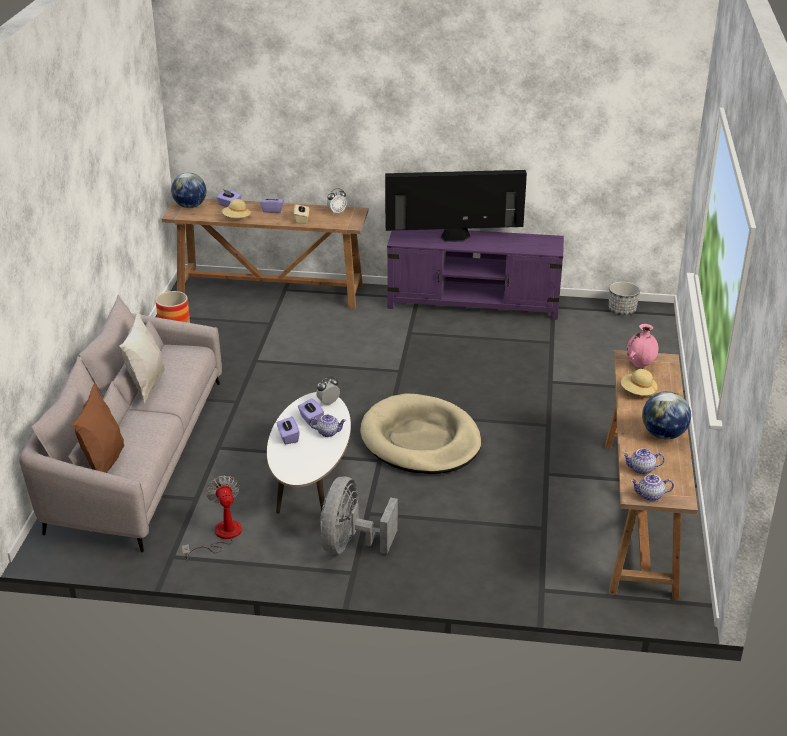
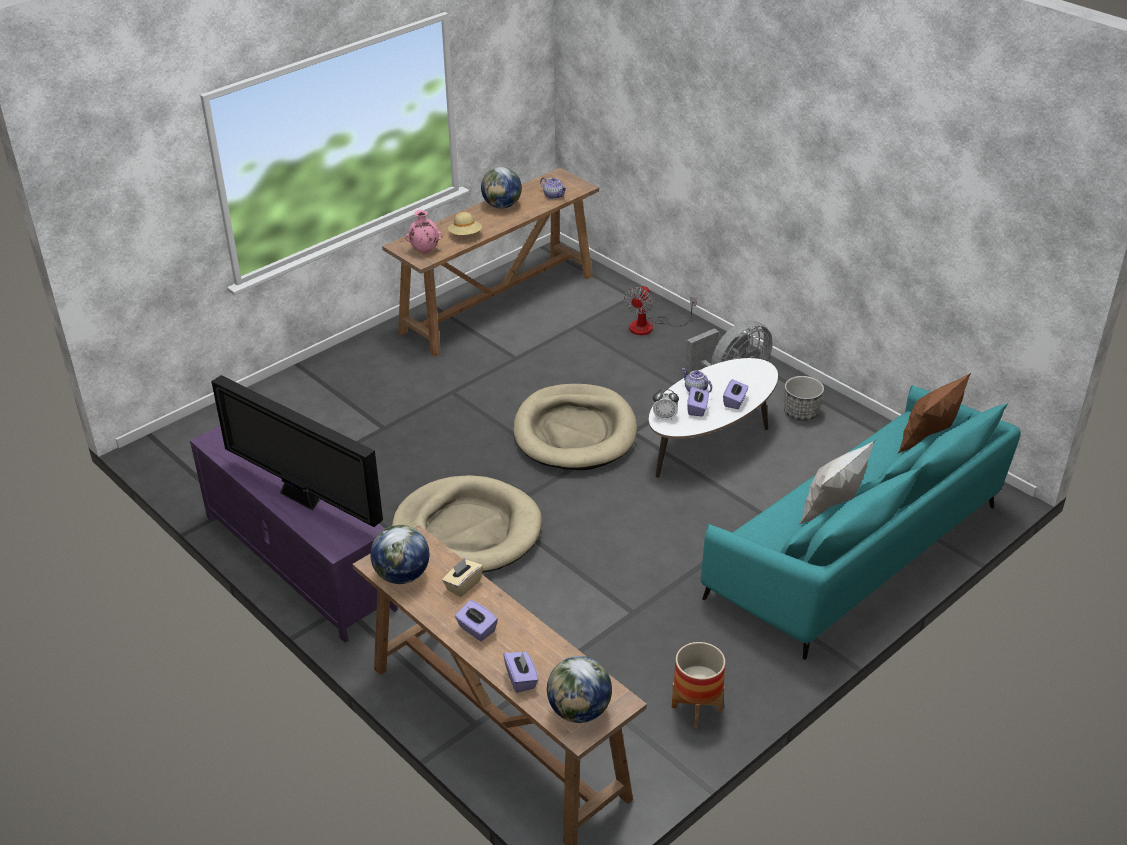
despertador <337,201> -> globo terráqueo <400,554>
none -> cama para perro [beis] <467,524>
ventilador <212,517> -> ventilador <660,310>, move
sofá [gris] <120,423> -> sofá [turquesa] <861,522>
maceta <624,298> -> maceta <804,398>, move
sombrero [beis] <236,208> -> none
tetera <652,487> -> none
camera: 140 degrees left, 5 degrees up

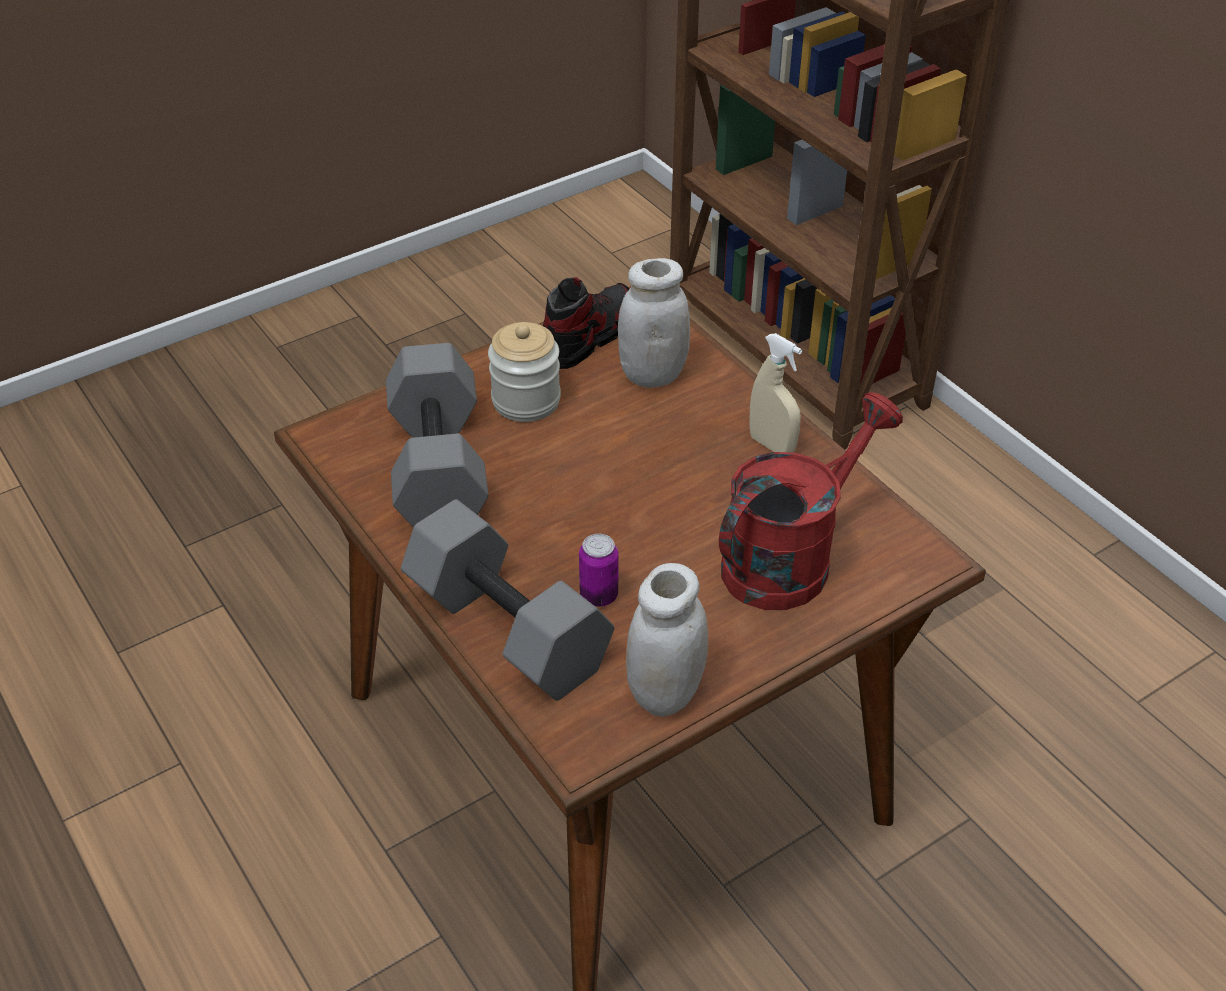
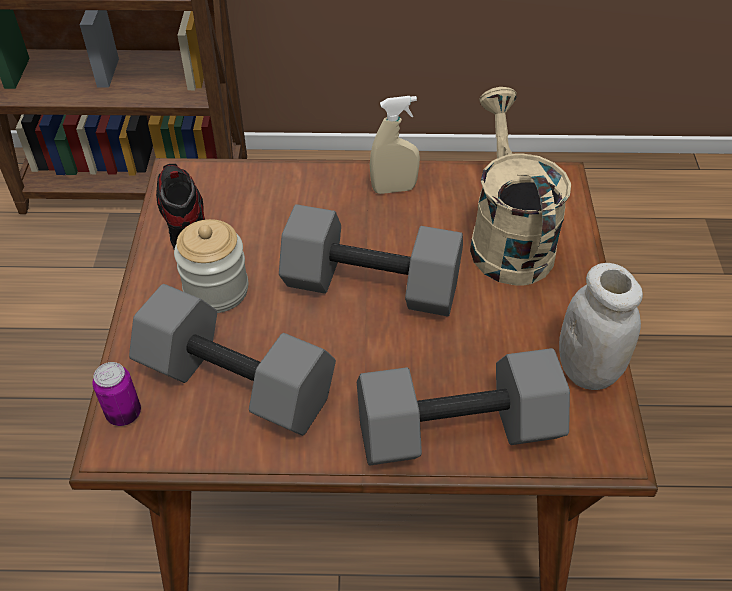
lata <598,570> -> lata <117,394>, move
none -> mancuerna [gris] <371,260>
regadera [rojo] <811,501> -> regadera [beis] <520,186>
tarro [blanco] <654,323> -> none
camera: 55 degrees left, 5 degrees up

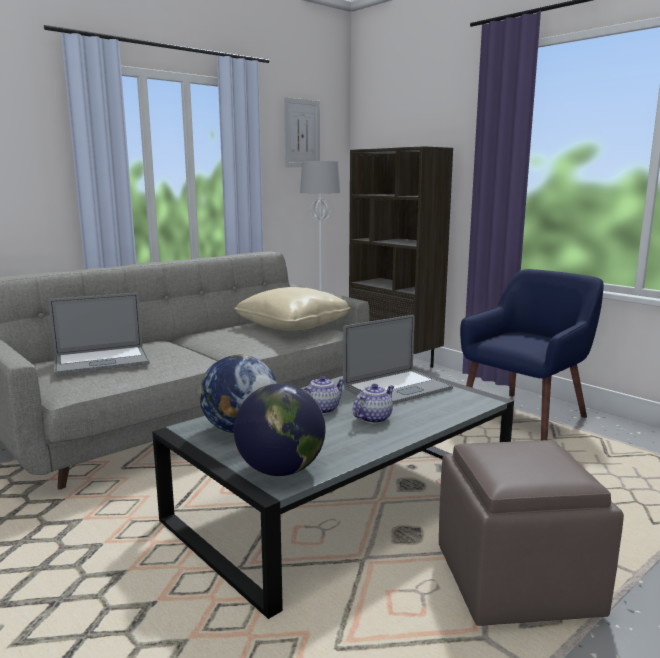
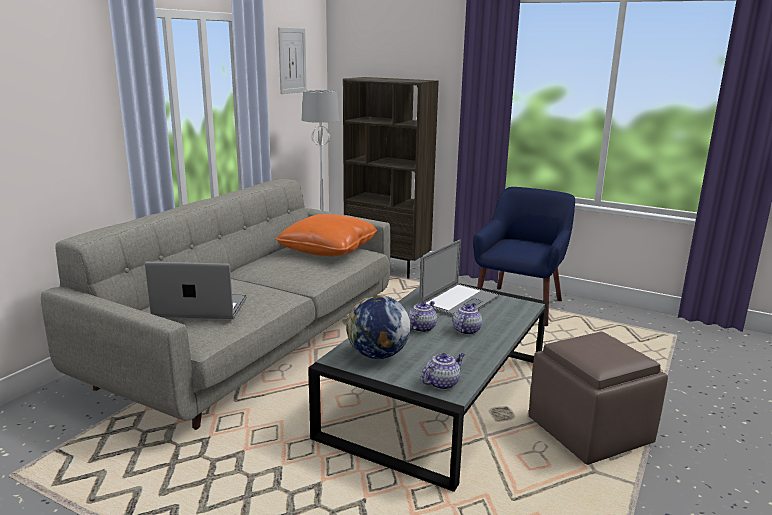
portátil <99,334> -> portátil <196,290>, 135 degrees counterclockwise
cojín [beis] <292,309> -> cojín [naranja] <326,235>
globo terráqueo <279,429> -> tetera <443,371>
camera: 20 degrees left, 5 degrees up

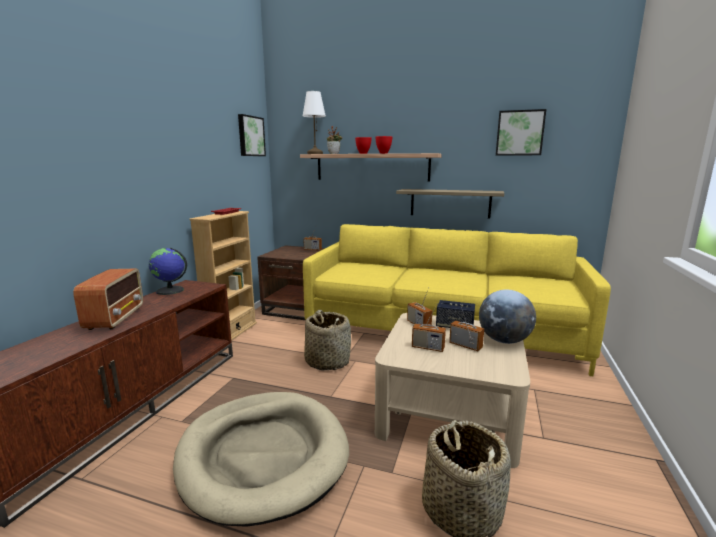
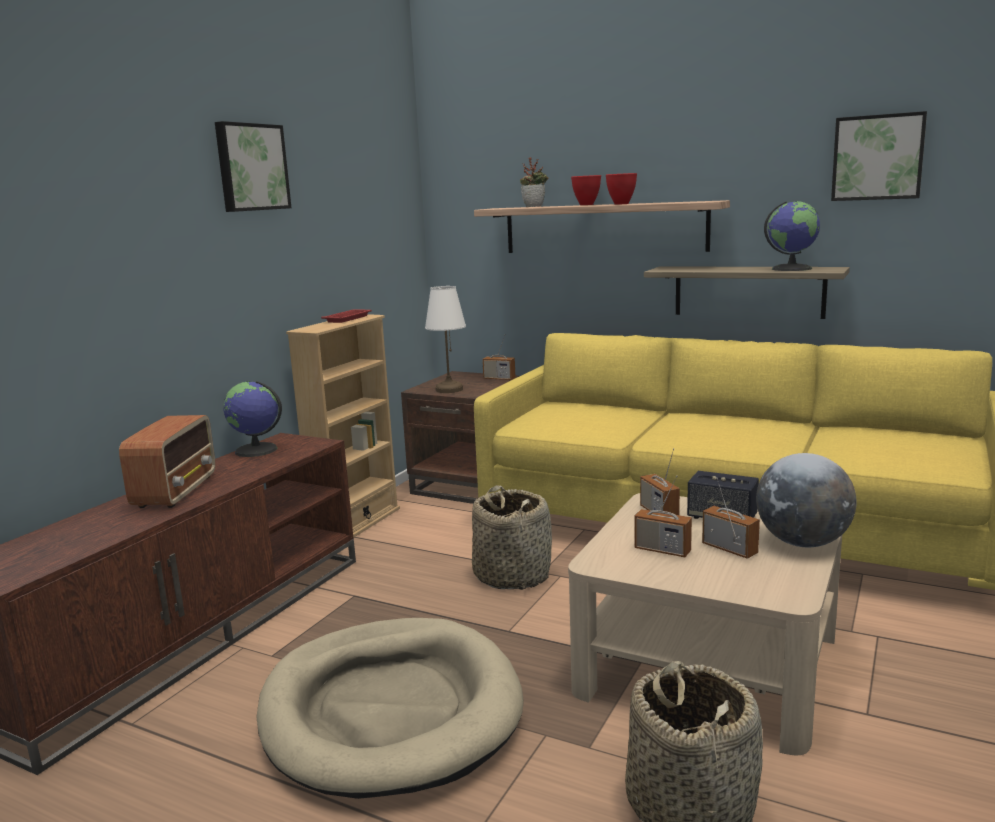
cuadro <252,135> -> cuadro <253,166>, move
lámpara de mesa [blanco] <314,122> -> lámpara de mesa [blanco] <445,339>, move
none -> globo terráqueo <792,236>
camera: 10 degrees right, 0 degrees up

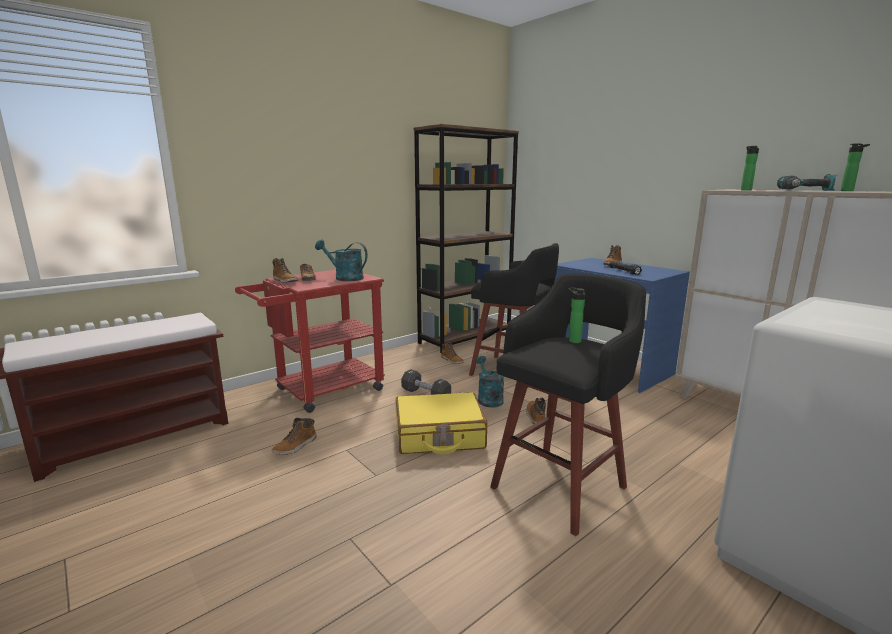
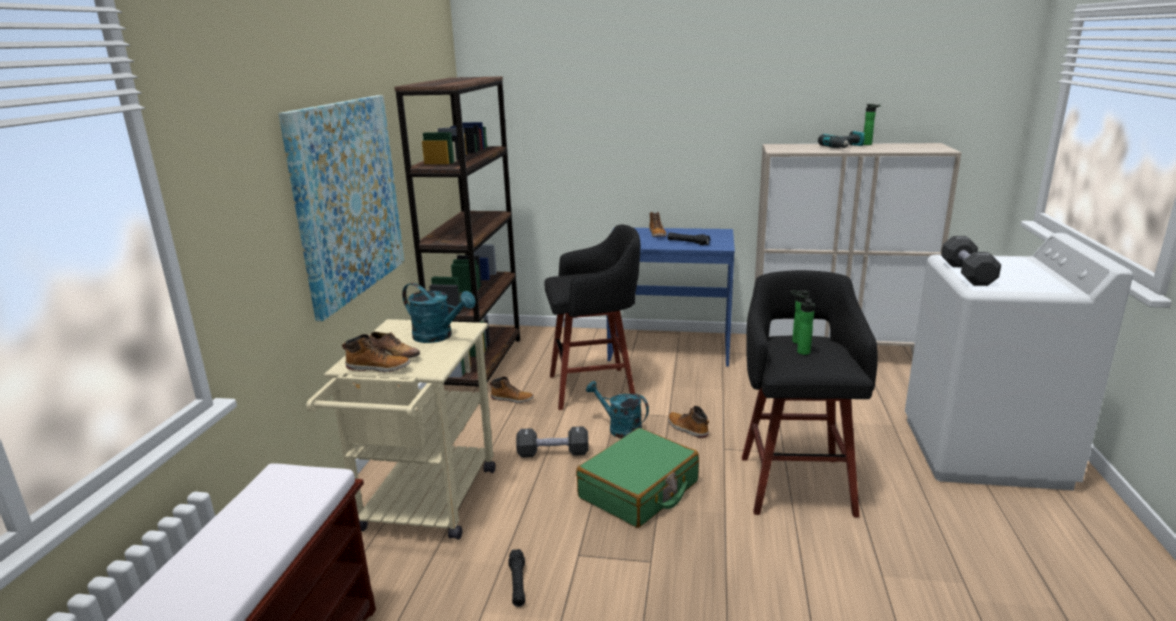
none -> cuadro <341,208>
carrito [rojo] <310,341> -> carrito [beis] <401,429>
regadera [turquesa] <341,260> -> regadera [turquesa] <439,313>, 135 degrees counterclockwise
bota <294,436> -> linterna [negro] <516,578>
maleta [amarillo] <441,423> -> maleta [verde] <637,478>
botella <750,168> -> botella <806,326>, move
none -> mancuerna [negro] <971,261>
camera: 40 degrees left, 5 degrees up

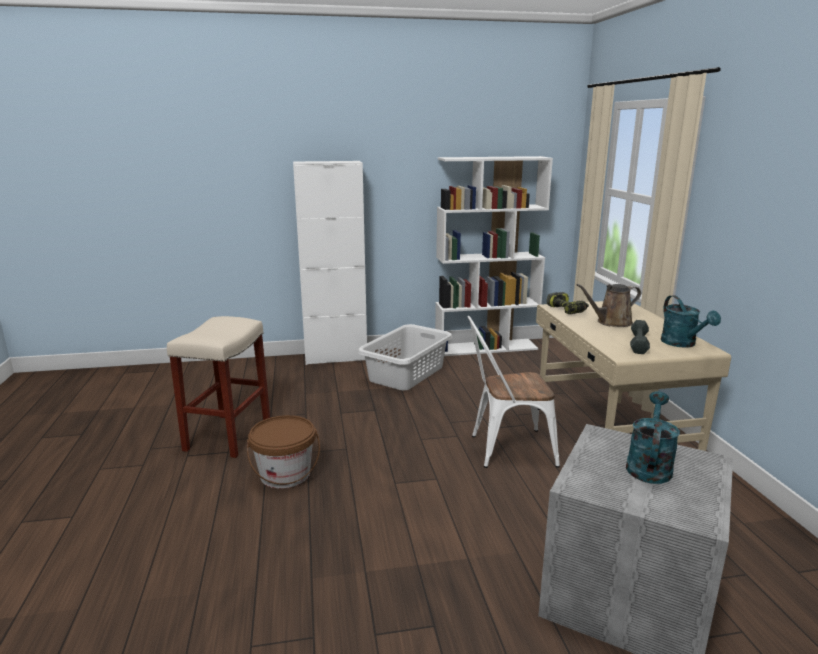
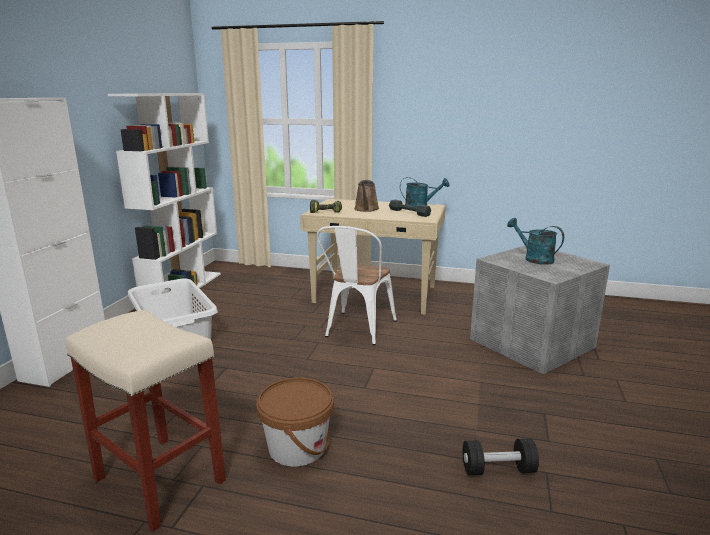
none -> mancuerna [negro] <501,456>
camera: 65 degrees left, 0 degrees up

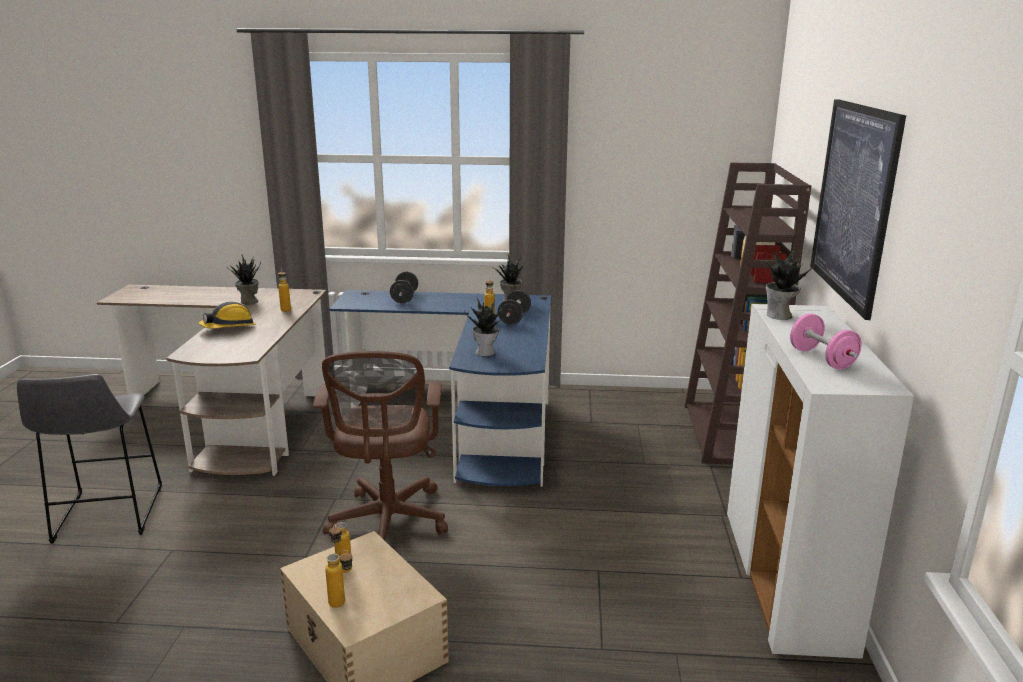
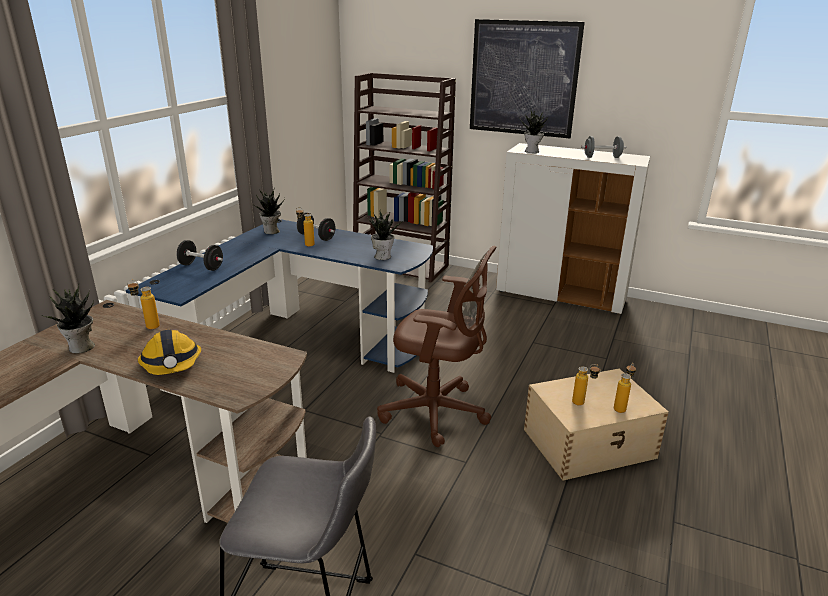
mancuerna [rosa] <826,341> -> mancuerna [gris] <603,147>
camera: 70 degrees left, 5 degrees up

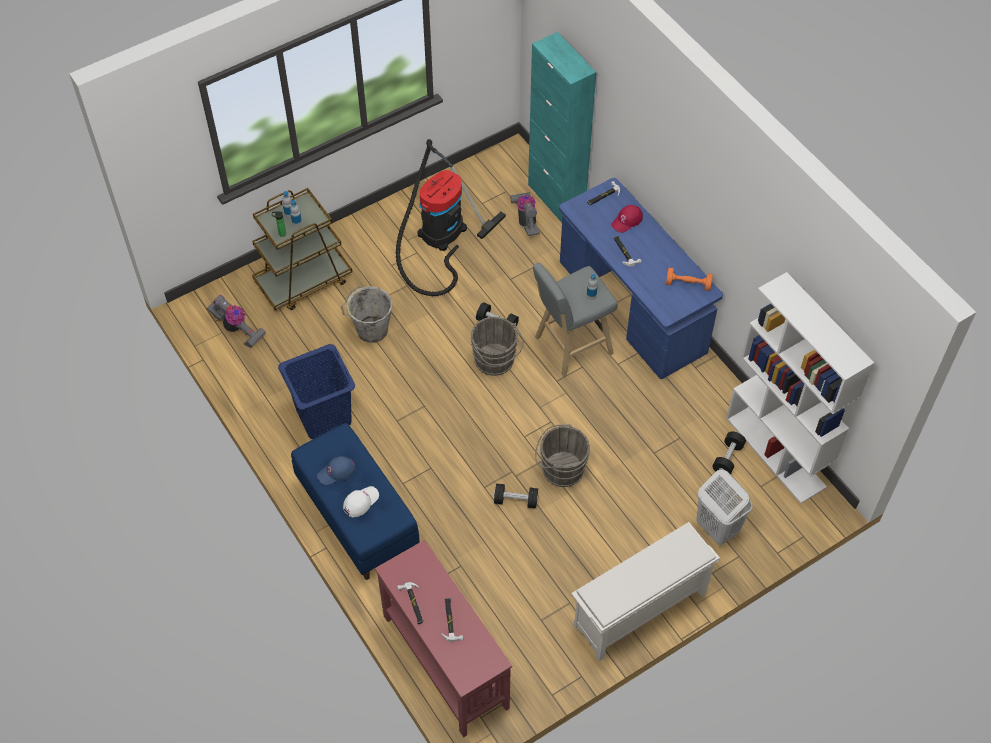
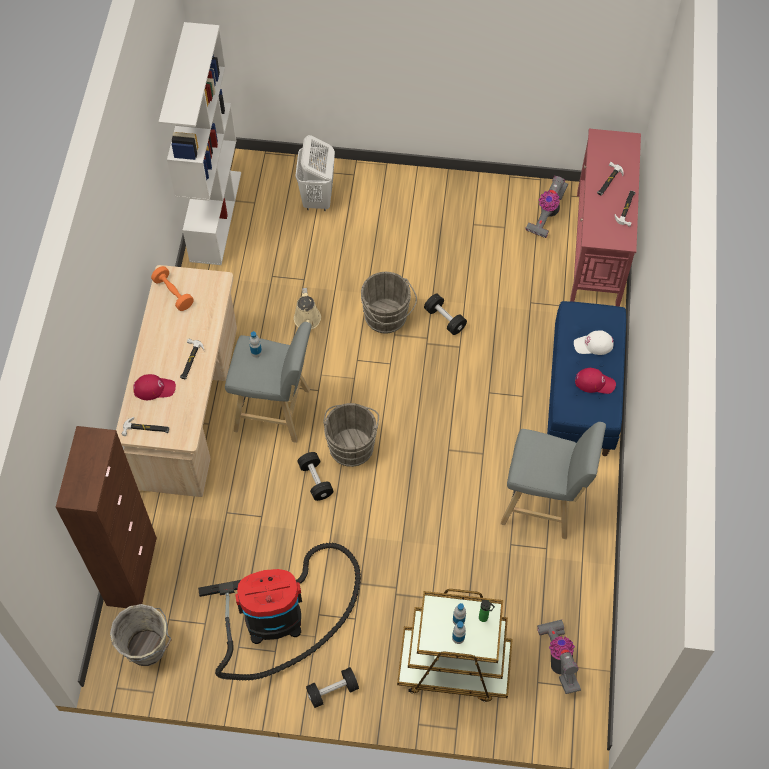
armario [turquesa] <562,127> -> armario [marrón] <106,517>
cubo [gris] <367,314> -> cubo [gris] <140,635>, move
escritorio [azul] <641,278> -> escritorio [beis] <176,381>
none -> regadera [beis] <307,308>
mancuerna [negro] <729,453> -> mancuerna [negro] <332,687>, move
cesto de la ropa [azul] <316,391> -> taburete [gris] <553,480>
aspiradora <525,214> -> aspiradora <546,207>, move
gorra [azul] <336,470> -> gorra [rojo] <595,381>
zapatero [blanco] <645,591> -> none
camera: 140 degrees left, 5 degrees up

